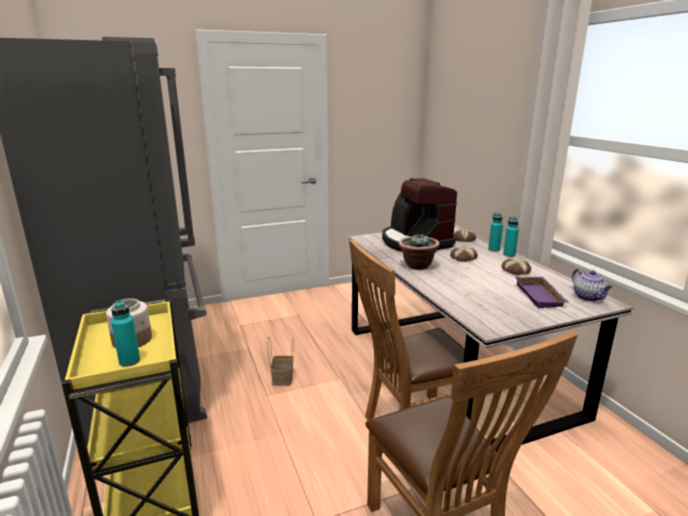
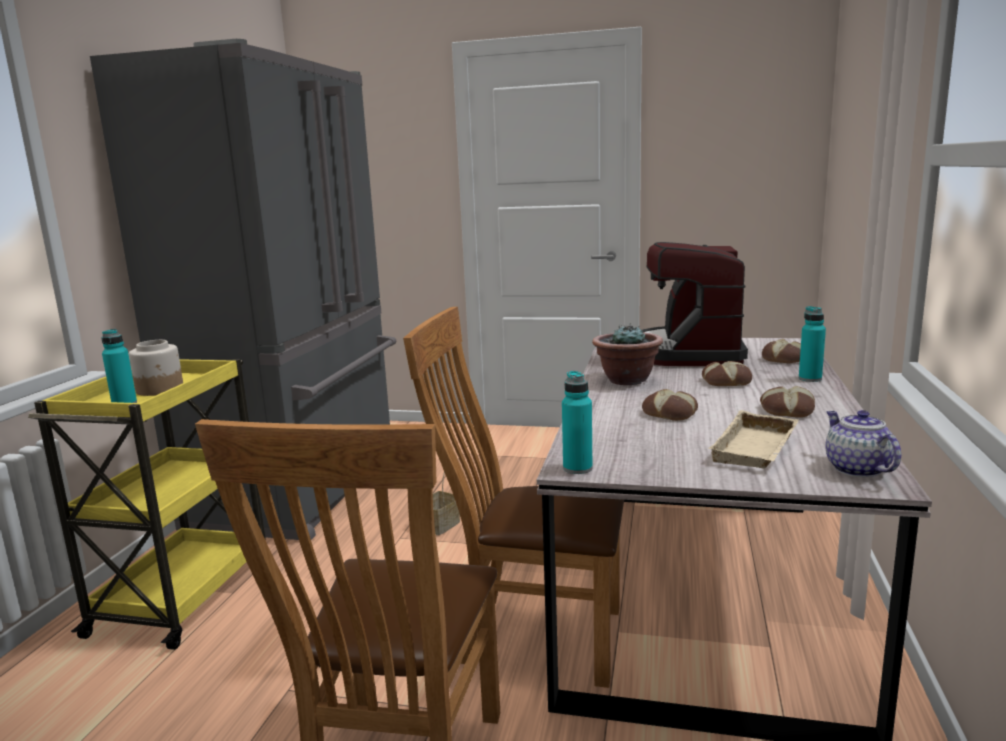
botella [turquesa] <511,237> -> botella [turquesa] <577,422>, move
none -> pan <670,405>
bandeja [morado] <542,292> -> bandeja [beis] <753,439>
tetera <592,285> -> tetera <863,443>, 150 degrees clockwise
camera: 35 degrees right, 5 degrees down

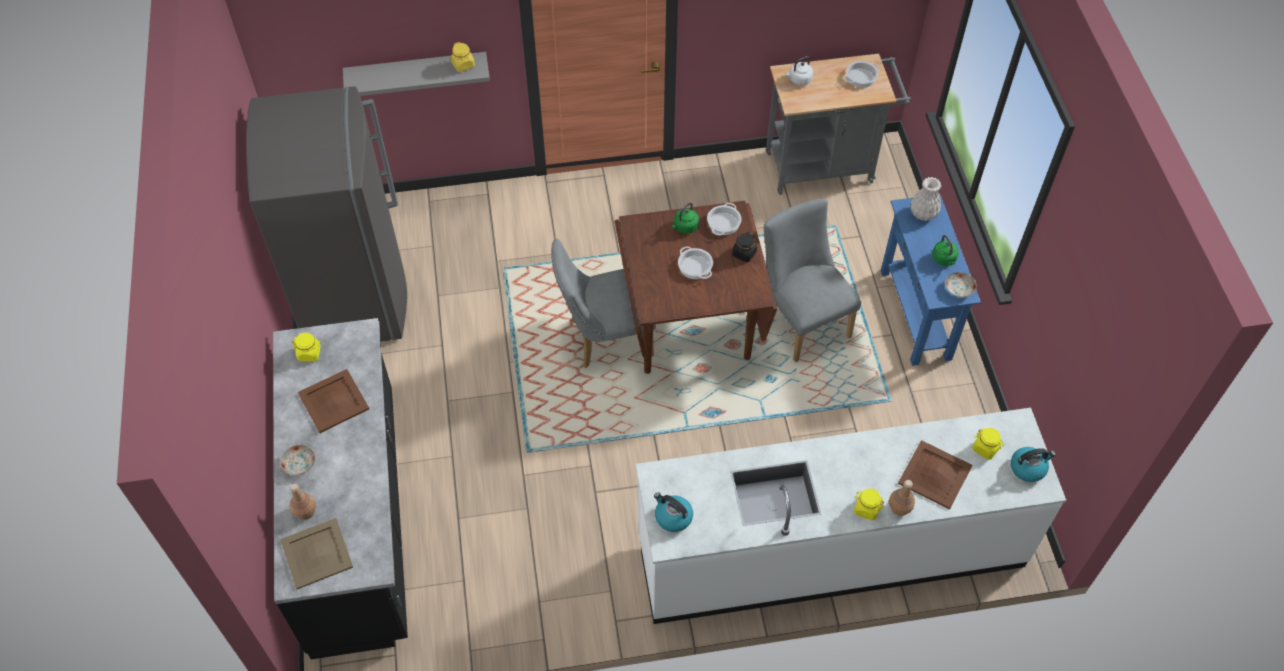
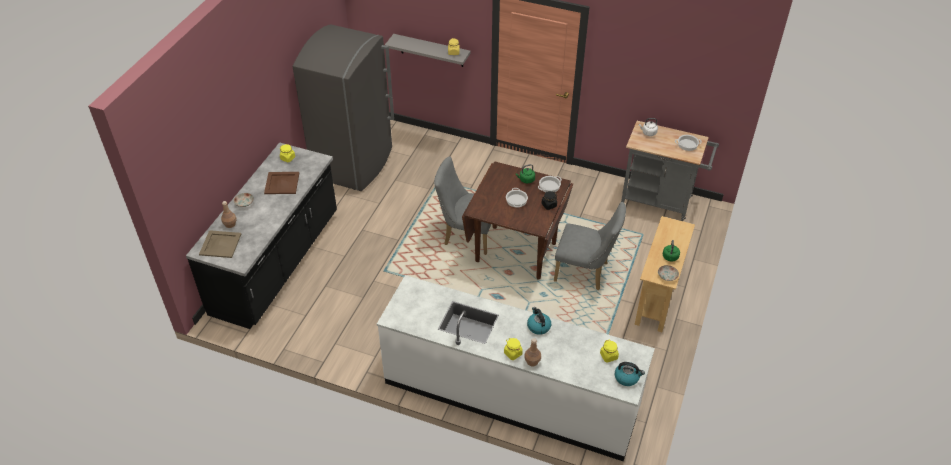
hervidor <673,512> -> hervidor <539,321>, move
silla [gris] <812,280> -> silla [gris] <590,246>, 105 degrees clockwise
mesa consola [azul] <931,280> -> mesa consola [beis] <665,274>
bandeja [marrón] <935,474> -> none
florero [blanco] <926,199> -> none
camera: 30 degrees right, 10 degrees down

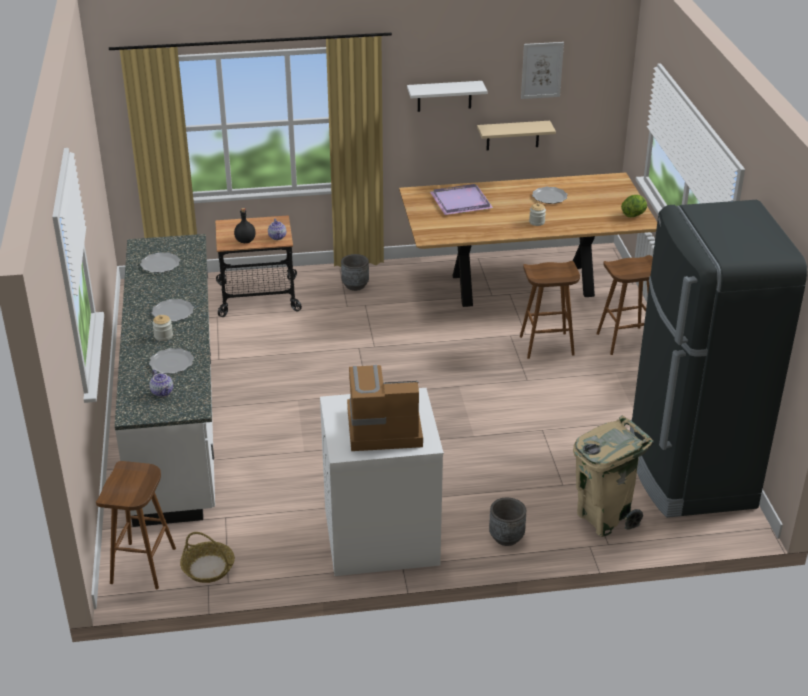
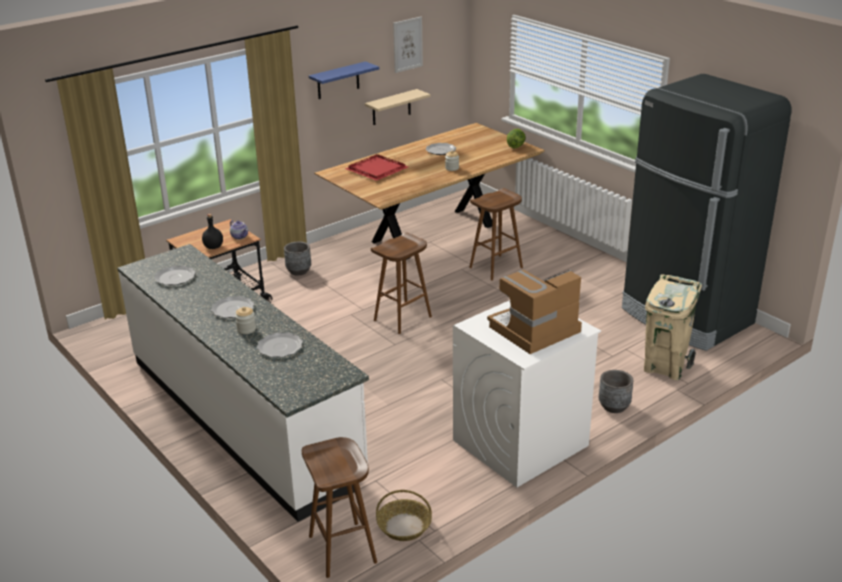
estante [blanco] <447,96> -> estante [azul] <344,80>
bandeja [morado] <461,199> -> bandeja [rojo] <376,167>
taburete [marrón] <624,305> -> taburete [marrón] <401,283>, move
tetera <161,383> -> none
camera: 30 degrees left, 5 degrees down

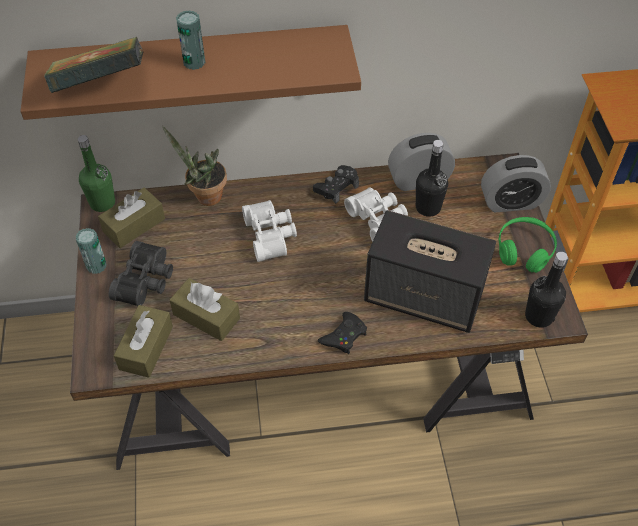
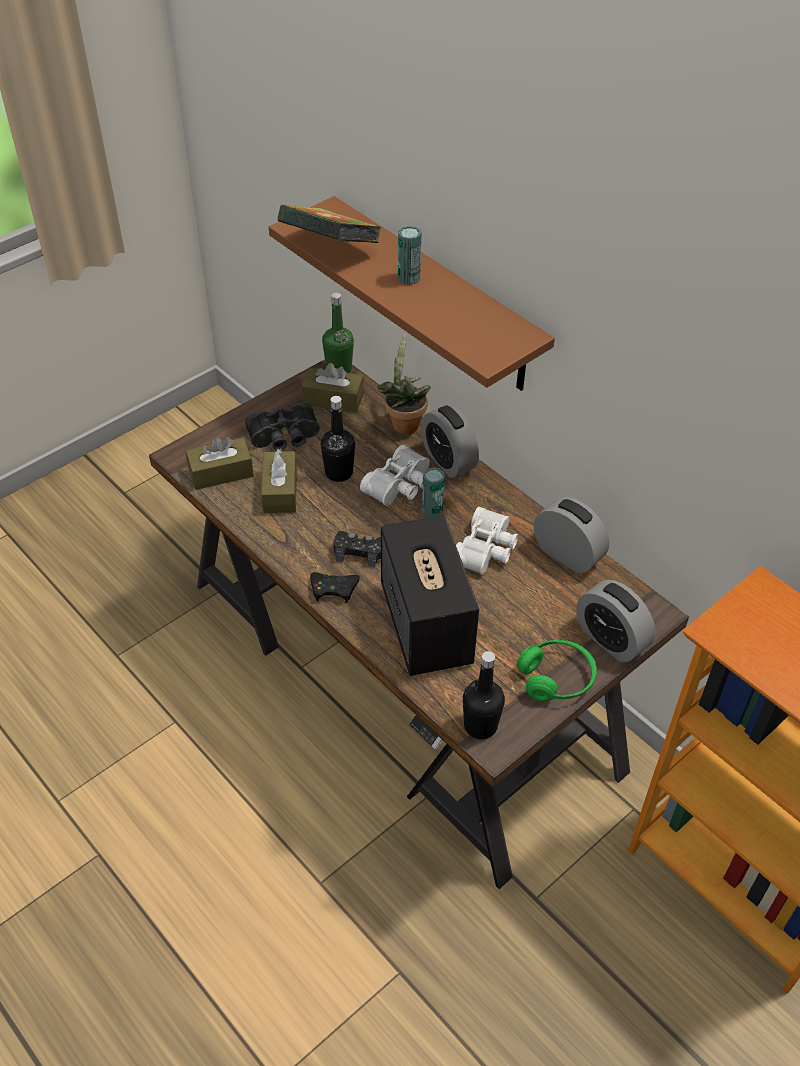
botella [negro] <432,178> -> botella [negro] <338,439>, move
mando de consola [negro] <336,184> -> mando de consola [negro] <357,549>, move
none -> despertador <450,441>
lata <91,251> -> lata <433,492>, move
camera: 55 degrees right, 5 degrees down

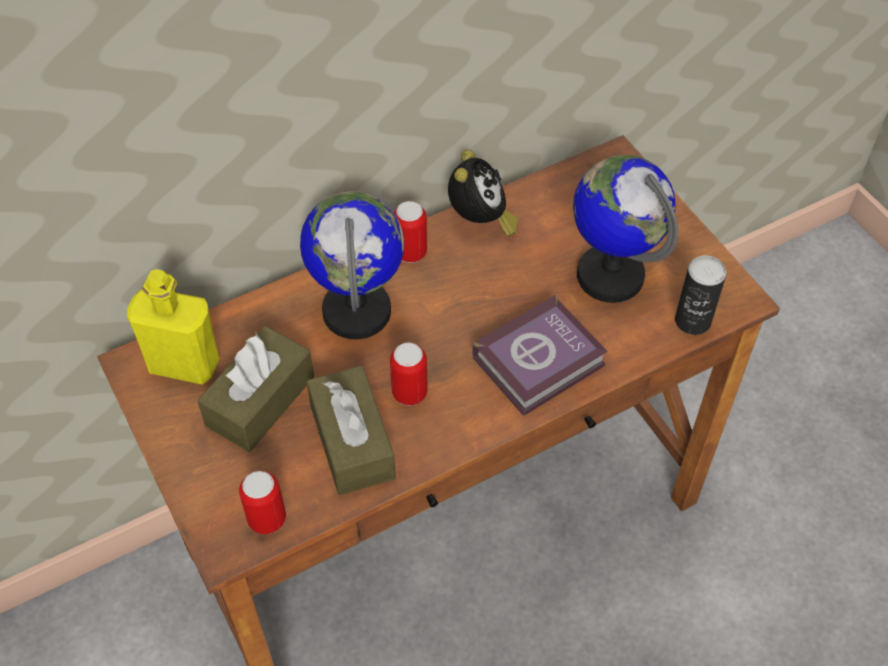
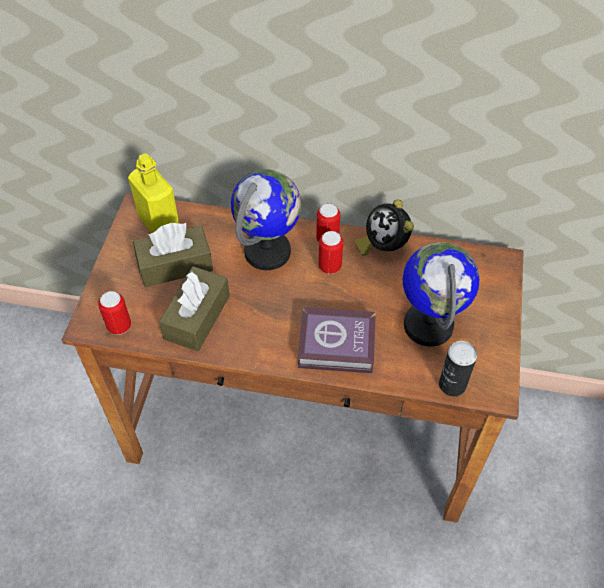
lata <409,374> -> lata <330,252>, move
despertador <483,192> -> despertador <384,227>, 105 degrees clockwise
camera: 40 degrees right, 0 degrees up

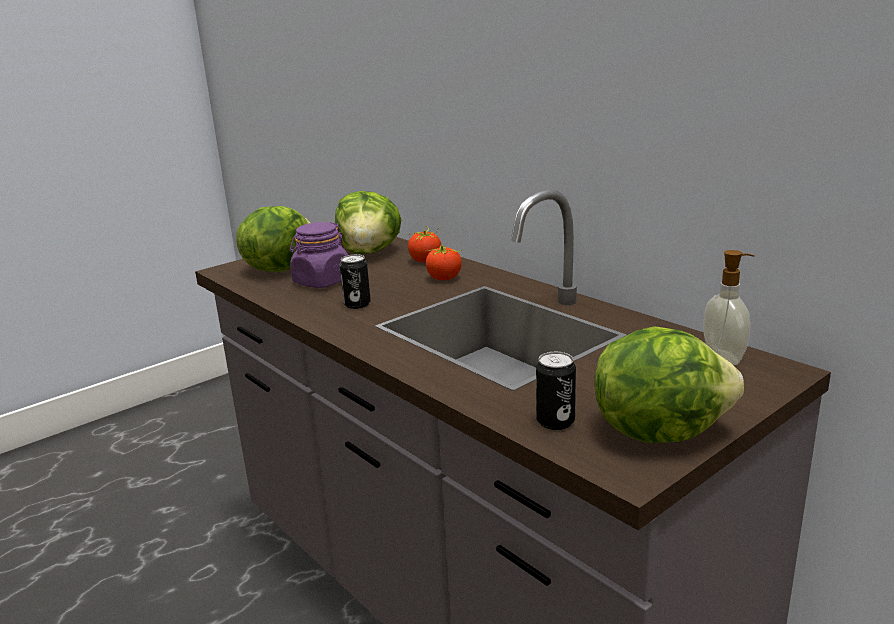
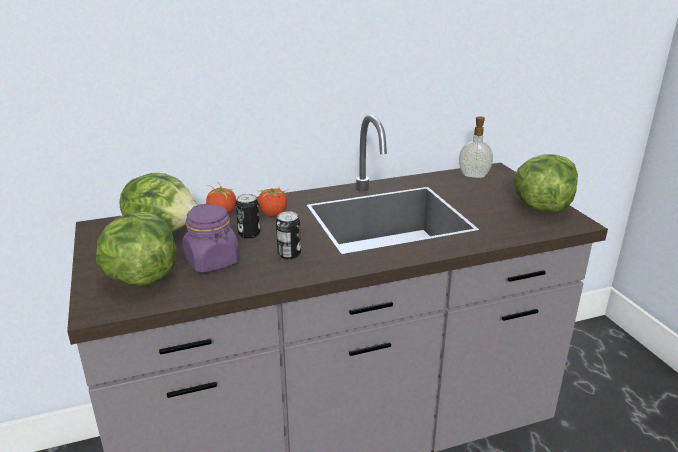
lata <556,391> -> lata <248,216>, move
camera: 70 degrees left, 5 degrees up

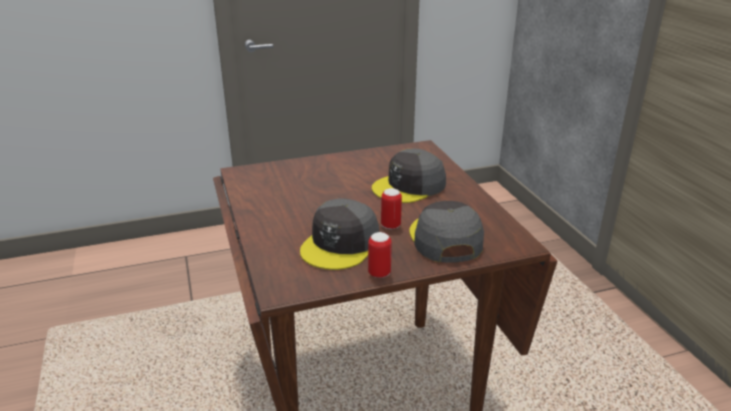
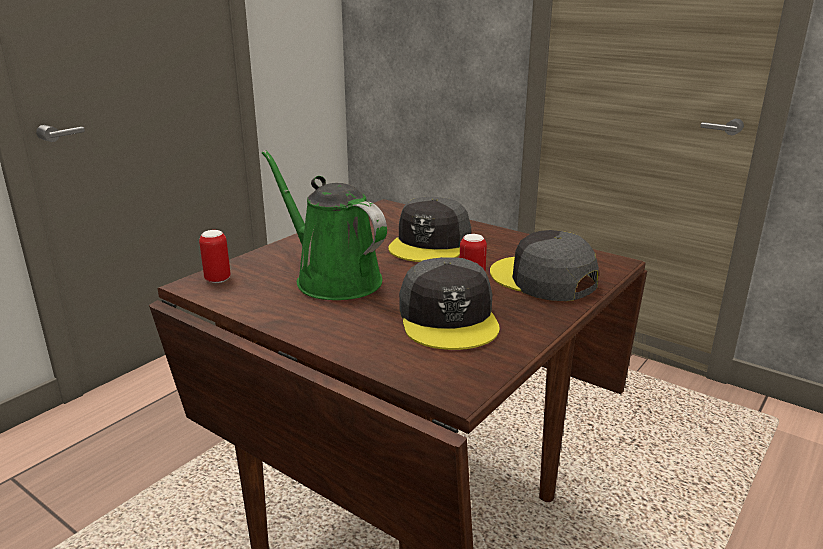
lata <380,255> -> lata <215,256>, move
none -> regadera [verde] <324,225>
camera: 35 degrees left, 5 degrees down

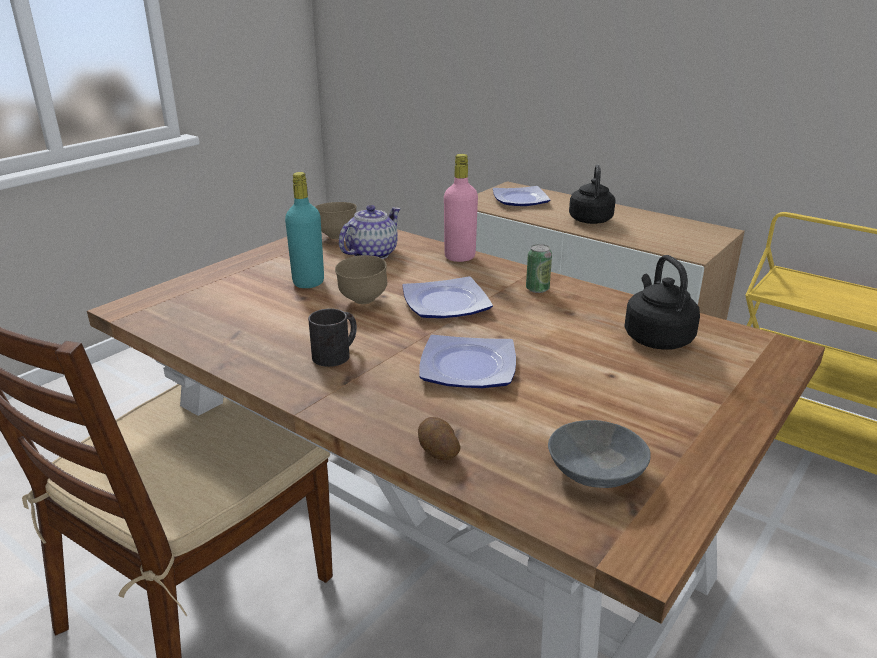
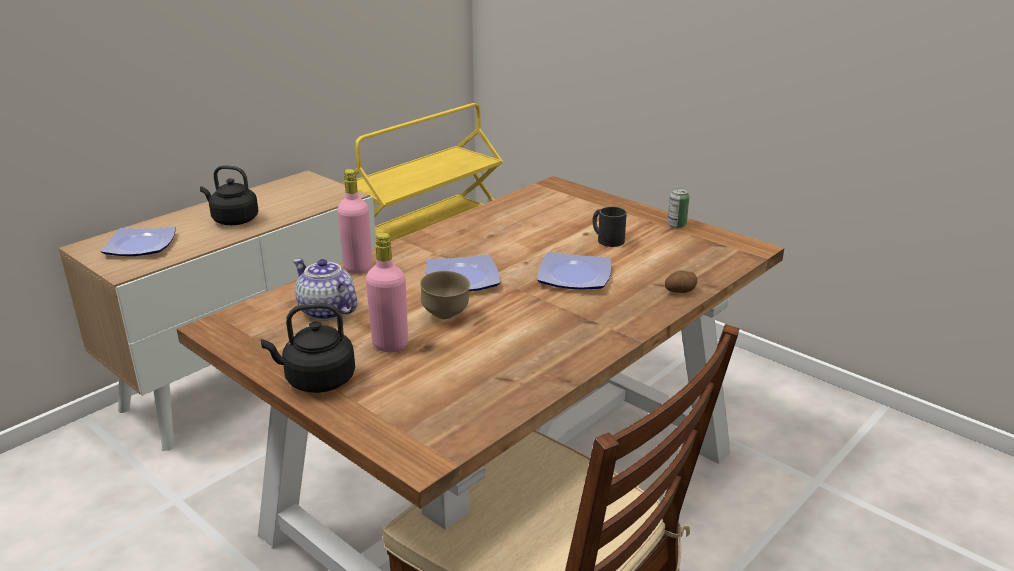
hervidor [negro] <662,302> -> hervidor [negro] <308,348>, move
botella [turquesa] <304,230> -> botella [rosa] <387,292>
taza grande [negro] <332,338> -> taza grande [negro] <609,226>, move
lata <539,268> -> lata <678,208>, move
cuenco [marrón] <336,220> -> none
cuenco [gris] <599,454> -> none
camera: 85 degrees left, 0 degrees up

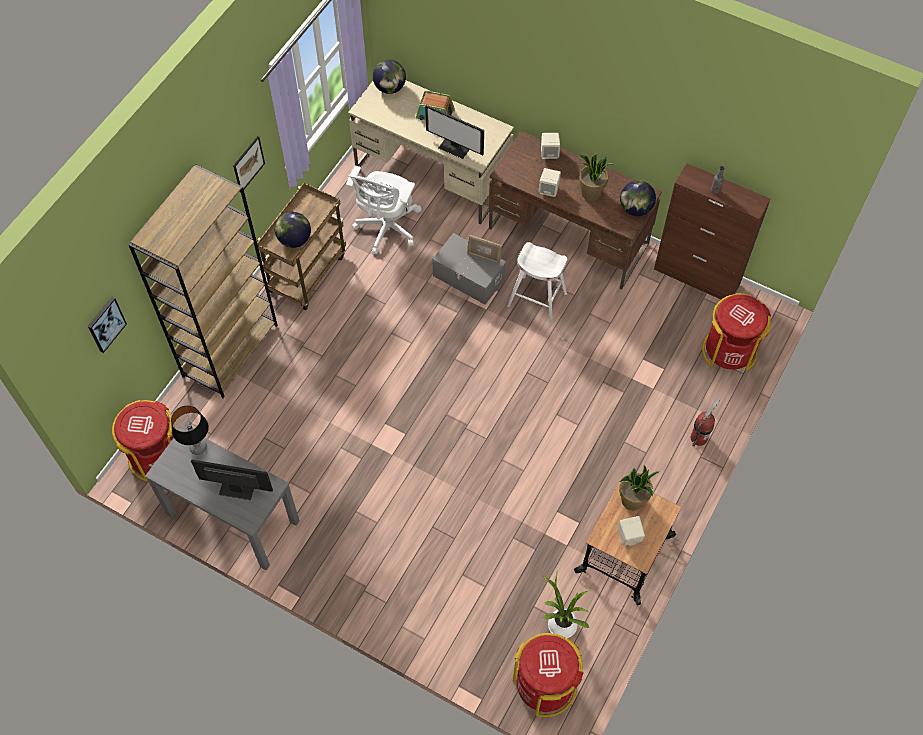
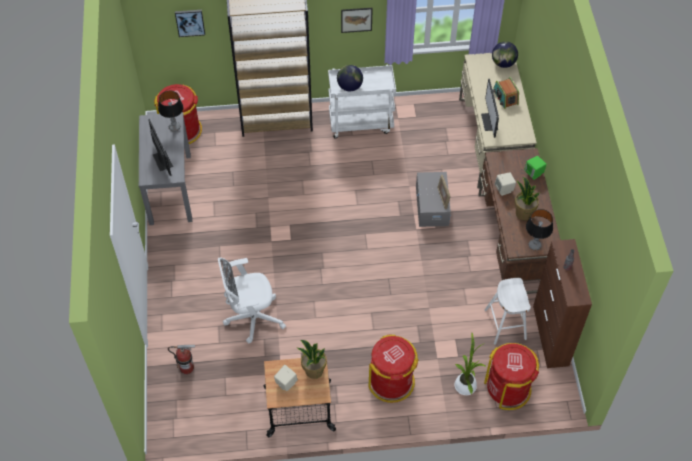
extintor <705,422> -> extintor <181,359>, move
silla de oficina [blanco] <384,210> -> silla de oficina [blanco] <252,300>, move
carrito [marrón] <301,246> -> carrito [blanco] <362,102>
papelera [rojo] <548,675> -> papelera [rojo] <393,369>, move
planta en maceta <565,605> -> planta en maceta <471,364>, move
taburete [blanco] <537,283> -> taburete [blanco] <508,311>, move
altavoz [beis] <550,146> -> altavoz [verde] <535,168>
globo terráqueo <638,198> -> lámpara de mesa <539,229>
camera: 55 degrees right, 5 degrees down

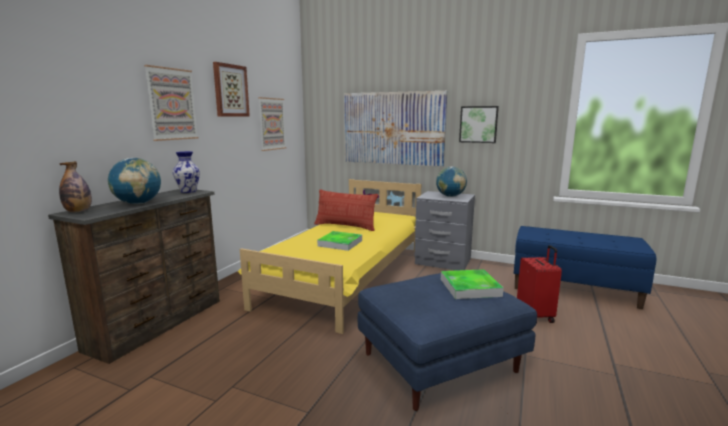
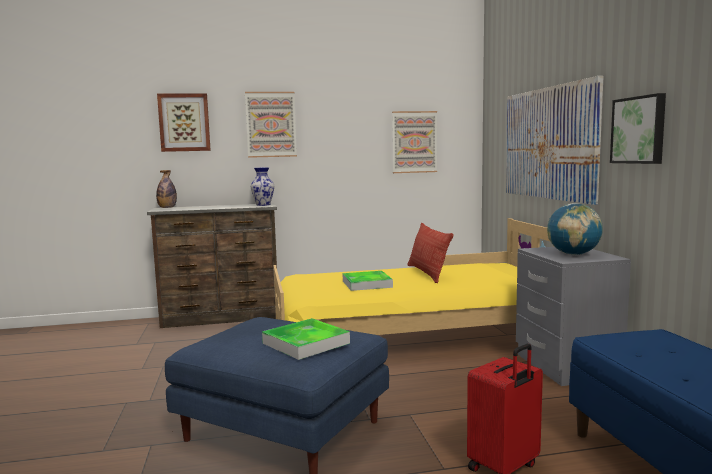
cuadro <231,89> -> cuadro <184,123>, move
globo terráqueo <134,181> -> none
camera: 55 degrees right, 5 degrees down

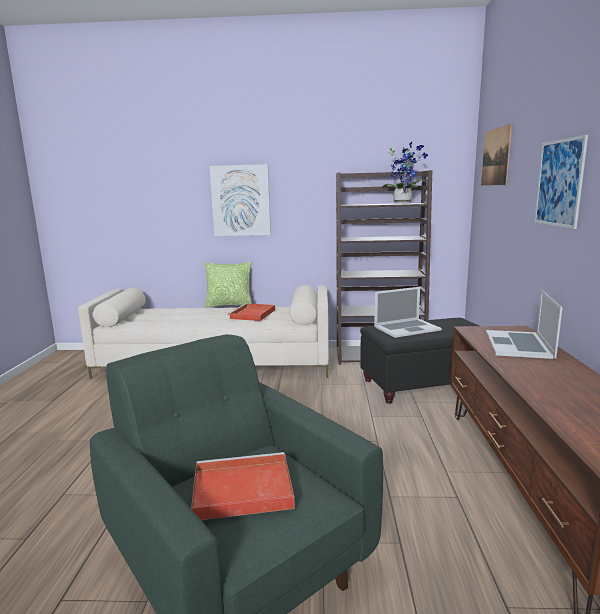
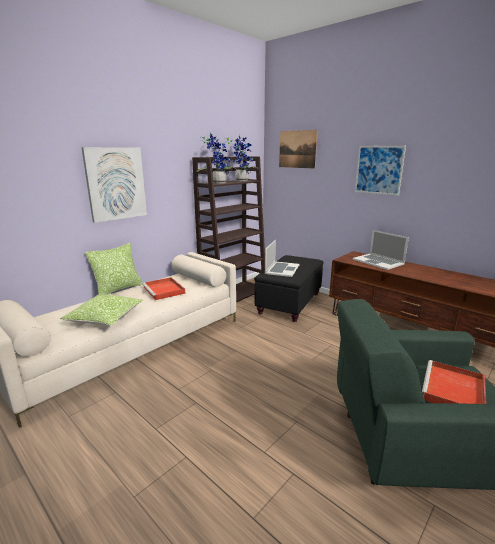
none -> cojín <101,310>
none -> planta en maceta <217,158>
camera: 50 degrees left, 5 degrees up

